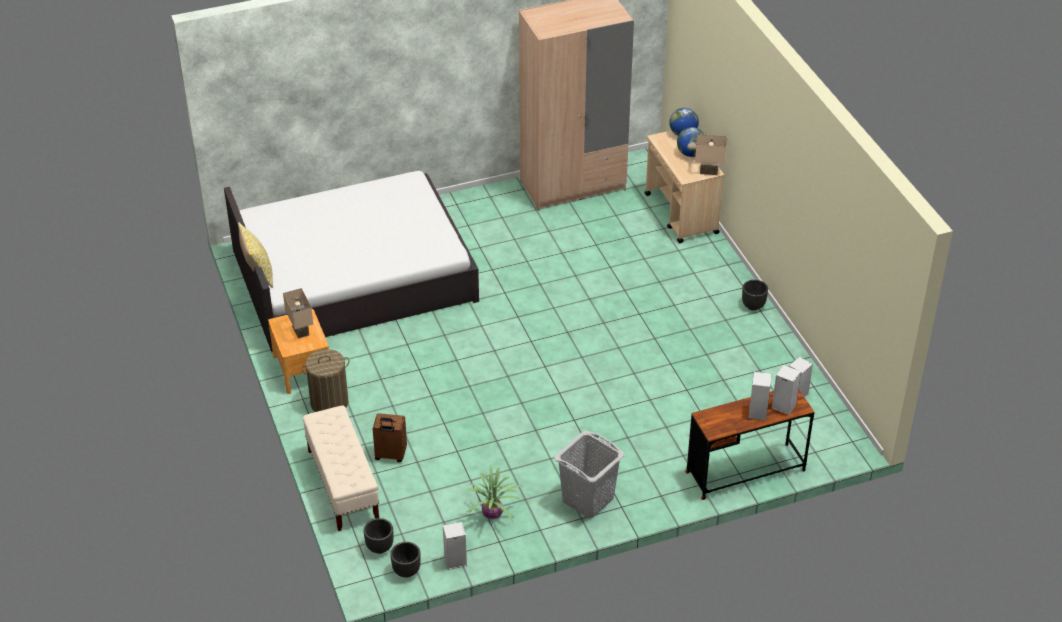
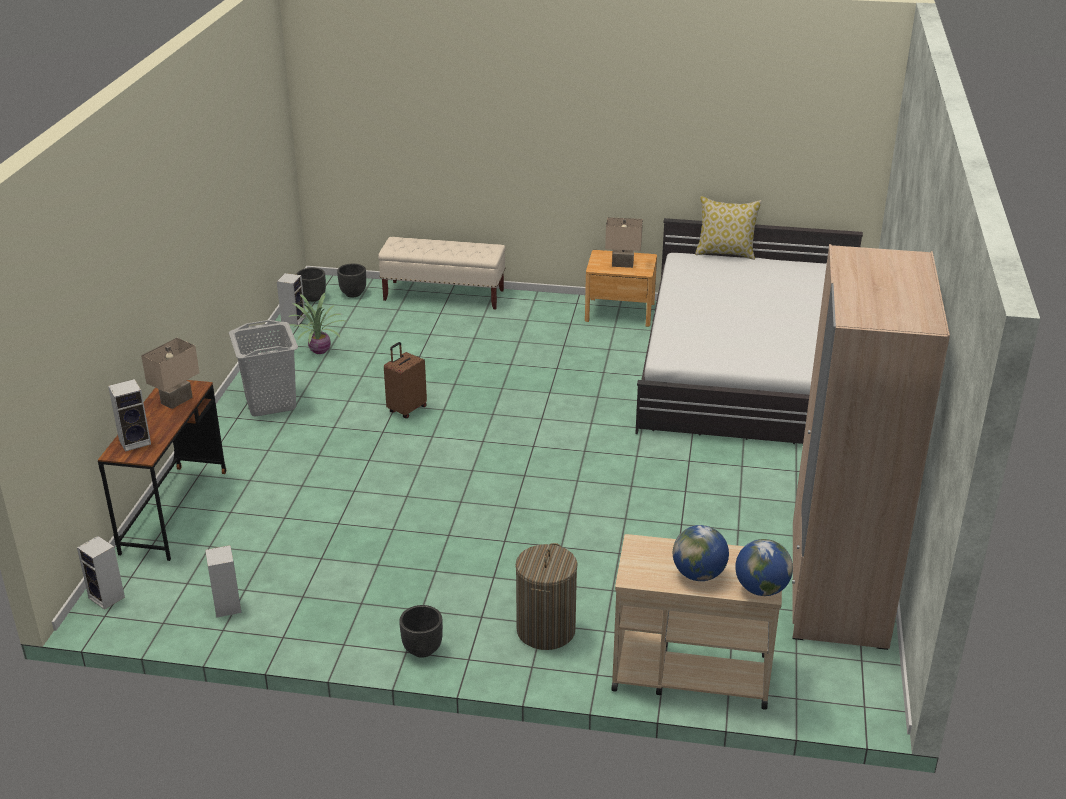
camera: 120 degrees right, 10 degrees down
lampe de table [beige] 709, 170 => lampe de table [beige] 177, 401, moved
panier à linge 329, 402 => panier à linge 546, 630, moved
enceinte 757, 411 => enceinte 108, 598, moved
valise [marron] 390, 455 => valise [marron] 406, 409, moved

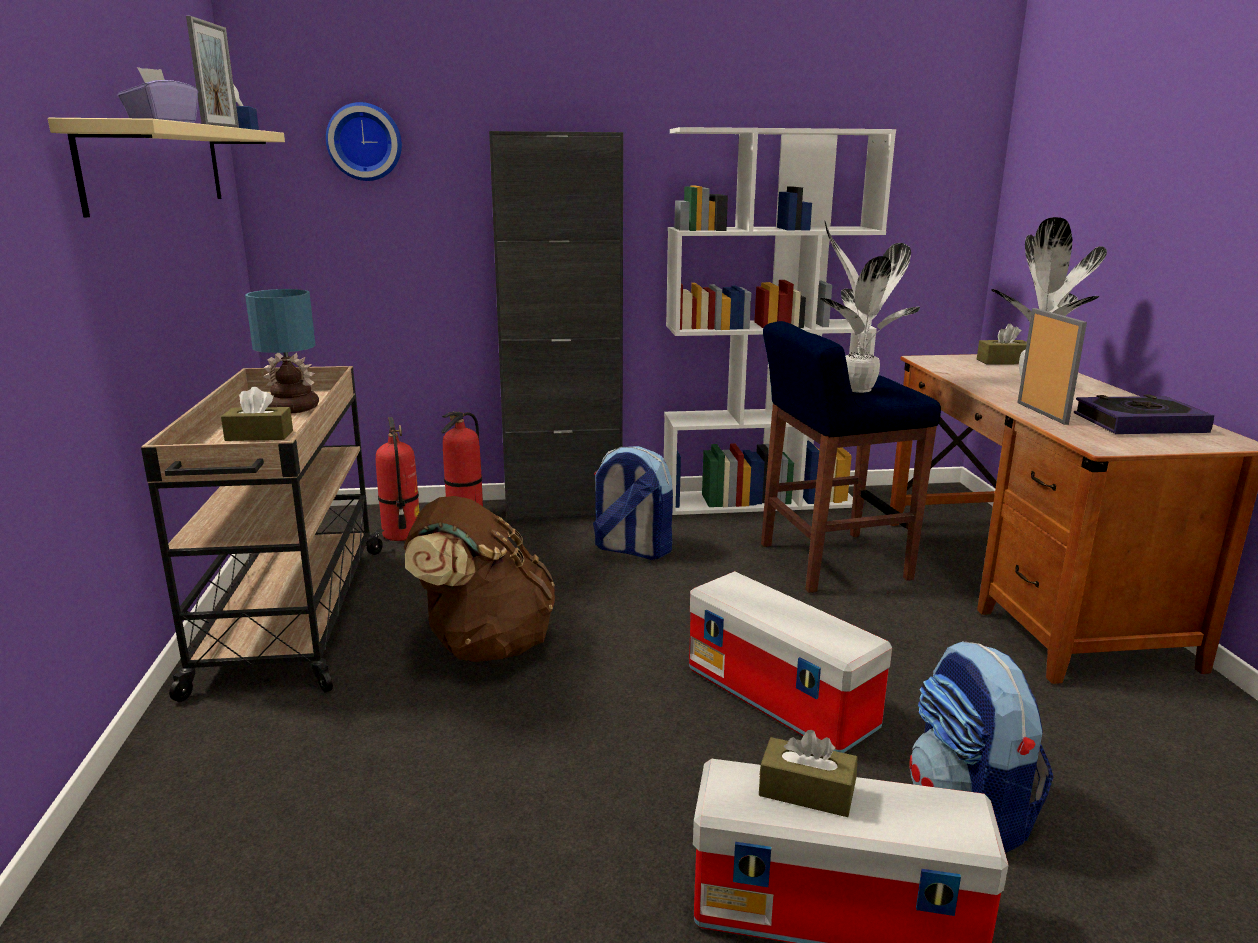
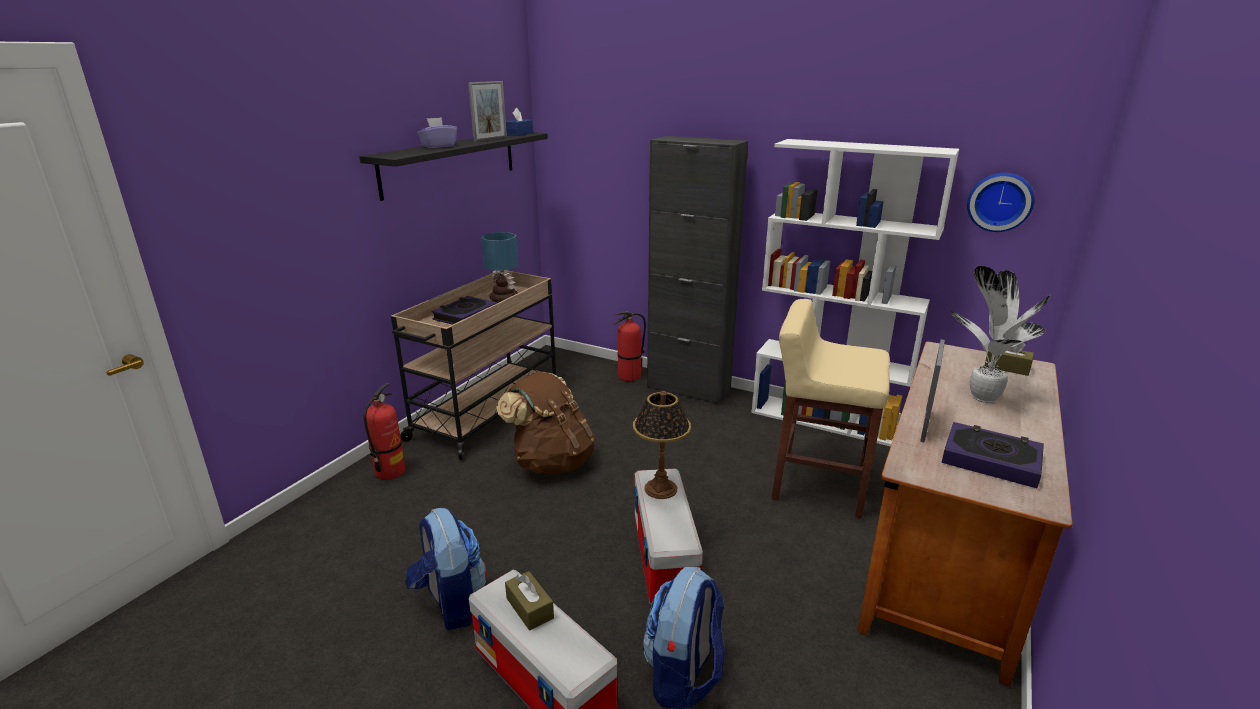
camera: 35 degrees right, 5 degrees up
horloge murale 365, 142 => horloge murale 1000, 201, moved
étagère [beige] 157, 167 => étagère [noir] 451, 163
plante en pot 855, 389 => nothing
tabouret [bleu] 831, 562 => tabouret [beige] 817, 483
boîte à mouchoirs [marron] 259, 435 => livre 465, 315
extincteur 401, 534 => extincteur 390, 471, moved
sac à dos 631, 549 => sac à dos 450, 603, moved
nothing => lampe de table 660, 489

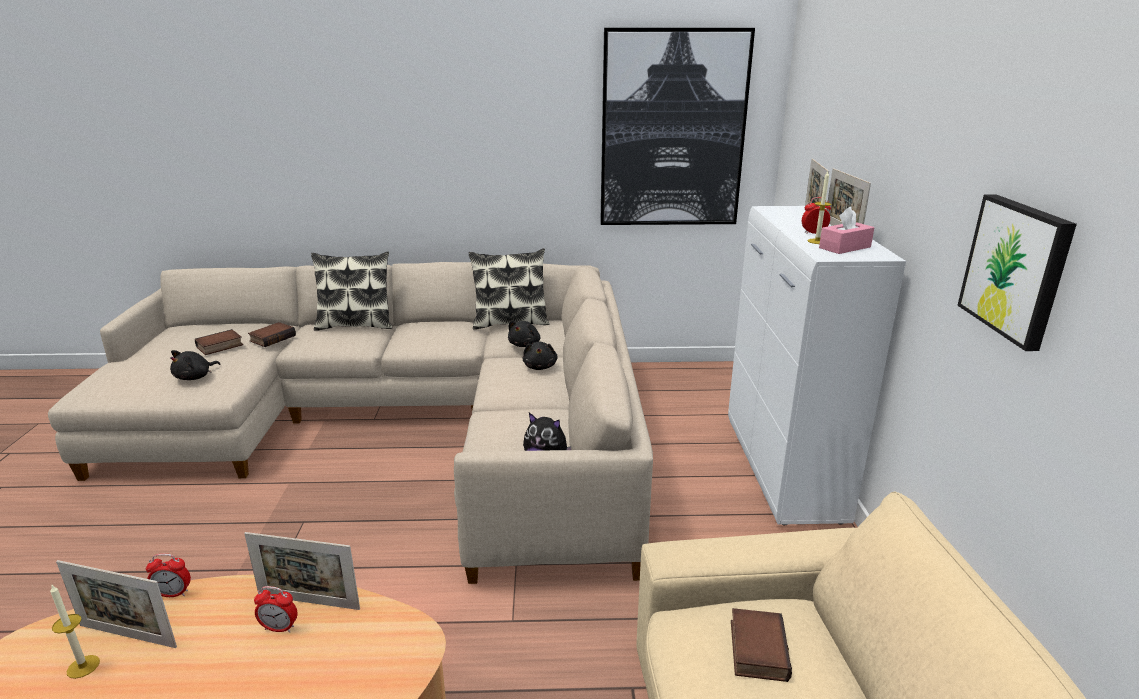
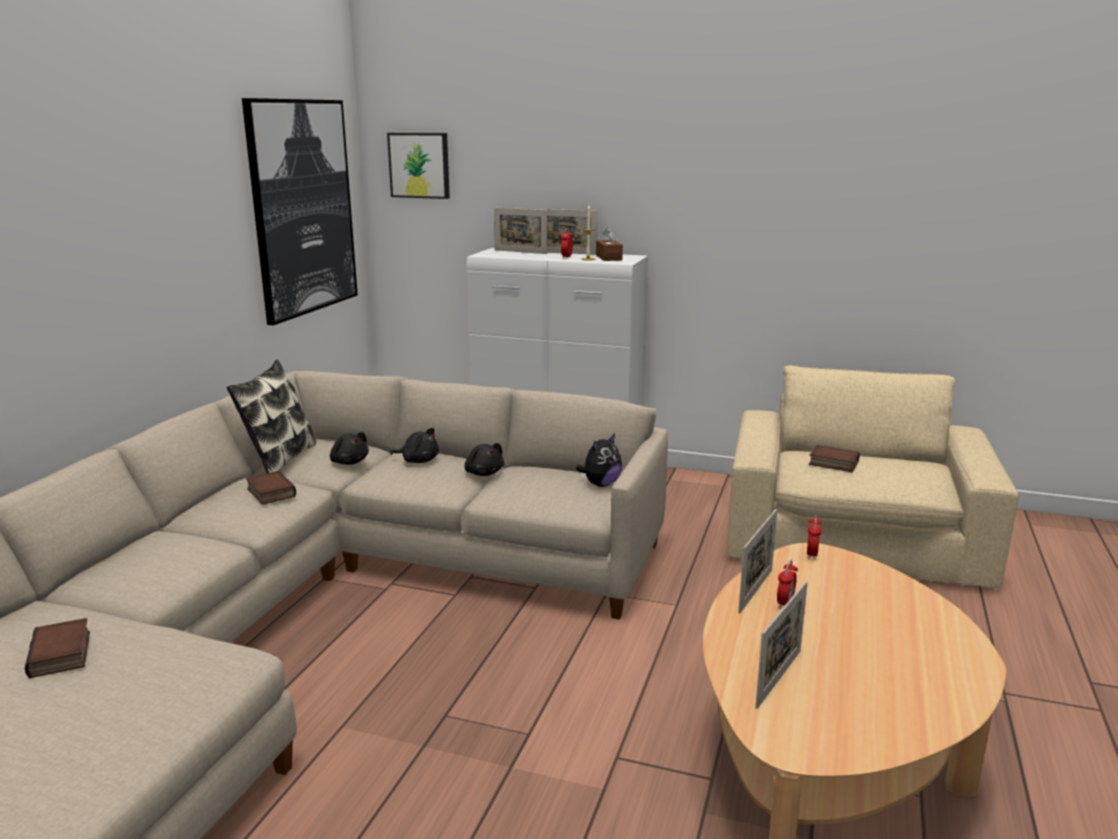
camera: 70 degrees left, 5 degrees down
tableau 1016, 269 => tableau 420, 165, moved
boîte à mouchoirs [rose] 844, 247 => boîte à mouchoirs [marron] 608, 258
coussin 356, 325 => nothing
livre 272, 338 => livre 269, 493, moved
peluche [noir] 195, 377 => peluche [noir] 483, 473, moved
réveil 173, 594 => réveil 811, 554, moved
bougie 83, 666 => nothing

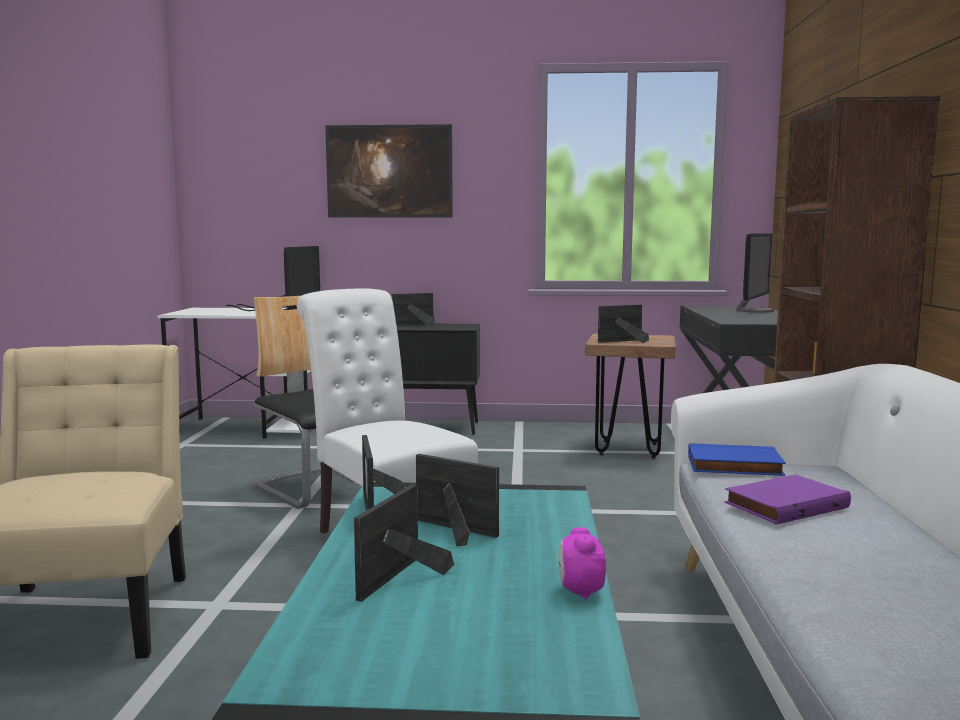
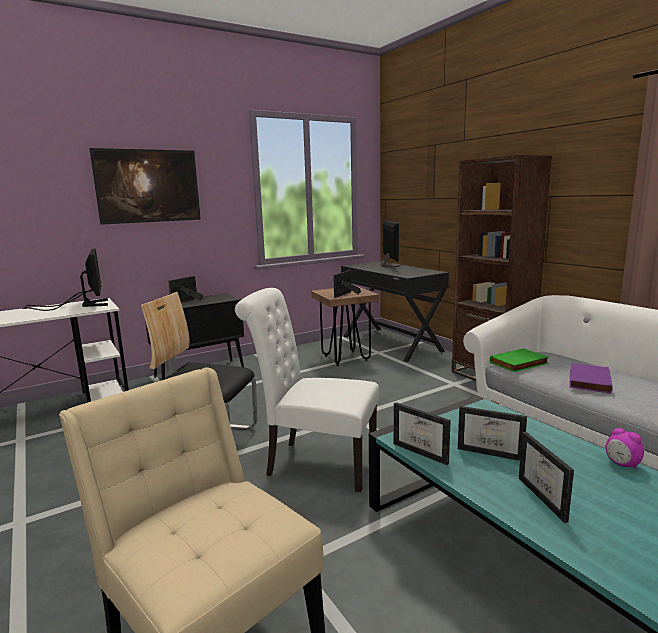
camera: 35 degrees left, 5 degrees up
livre [bleu] 734, 466 => livre [vert] 519, 363
cadre photo 449, 531 => cadre photo 491, 451, 150 degrees counterclockwise

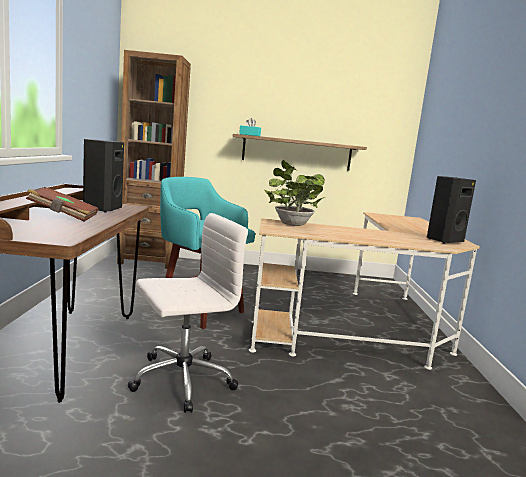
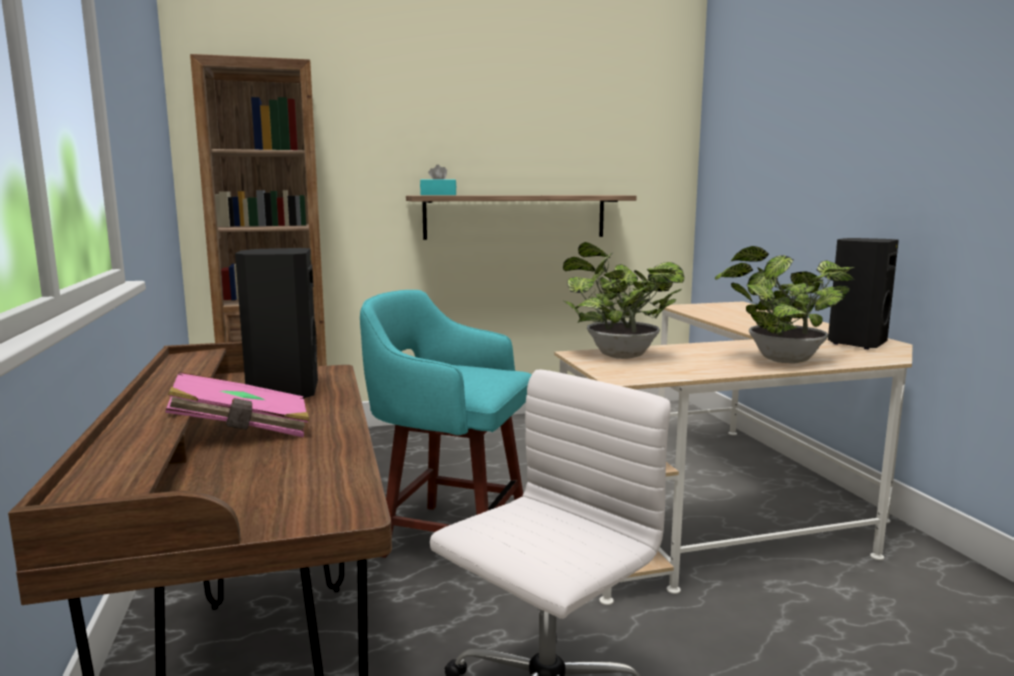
camera: 15 degrees left, 0 degrees up
livre [marron] 63, 216 => livre [rose] 242, 431
nothing => plante en pot 779, 360

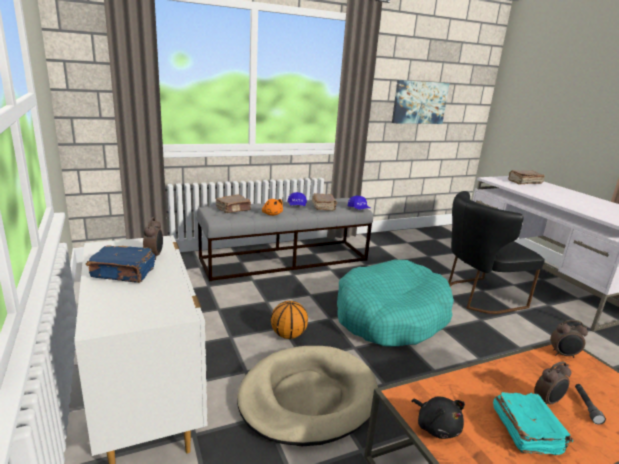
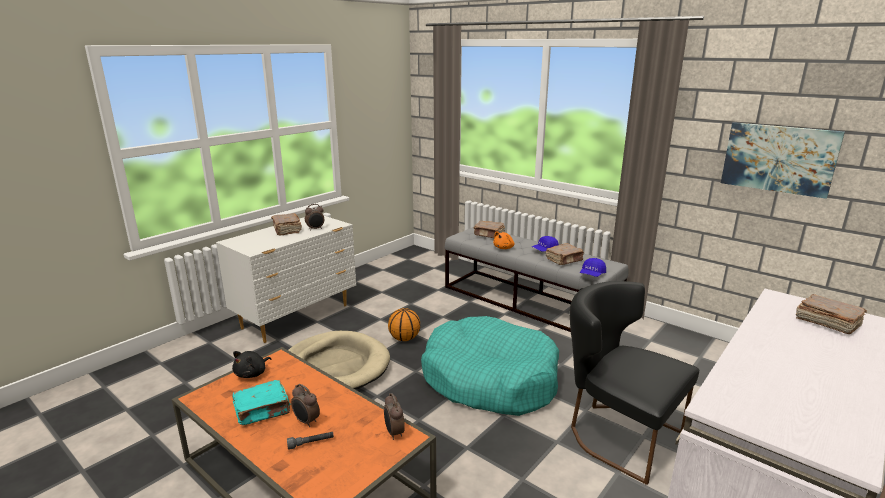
camera: 65 degrees right, 0 degrees up
livre [bleu] 124, 273 => livre [marron] 287, 230

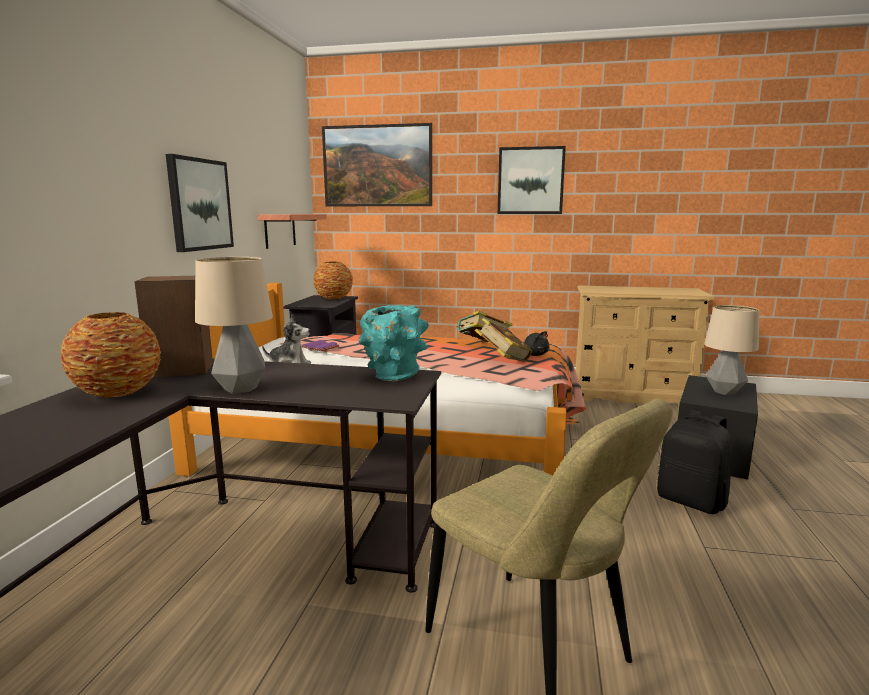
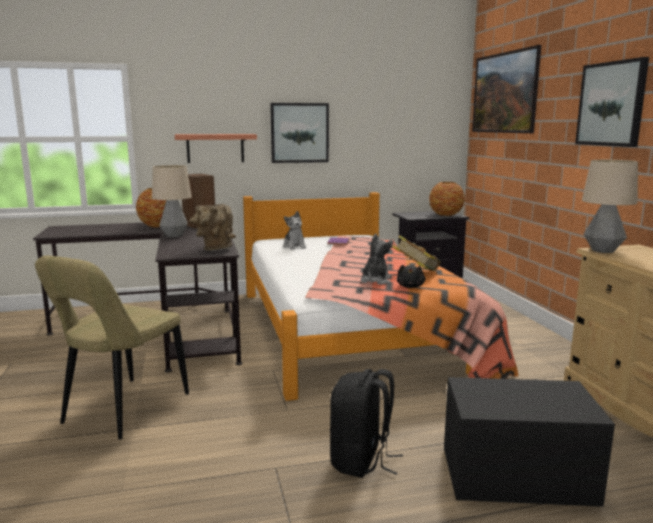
camera: 65 degrees right, 0 degrees up
étagère 280, 230 => étagère 215, 148, moved
vase [turquoise] 394, 377 => vase [marron] 214, 250
lampe de table 724, 392 => lampe de table 602, 250, moved
livre 502, 360 => peluche 375, 281

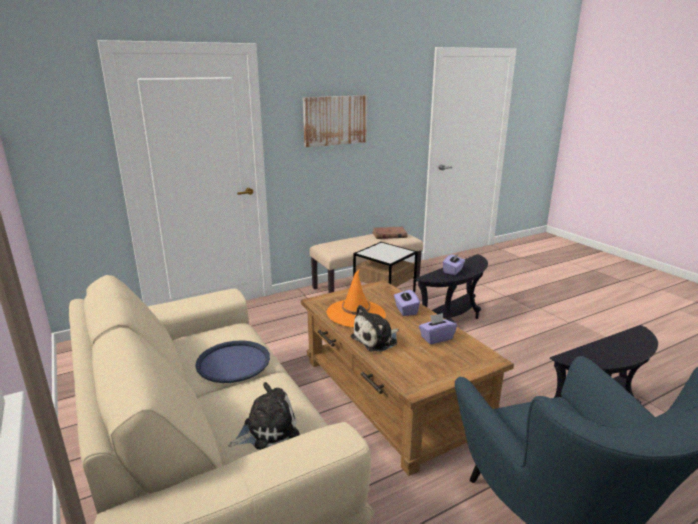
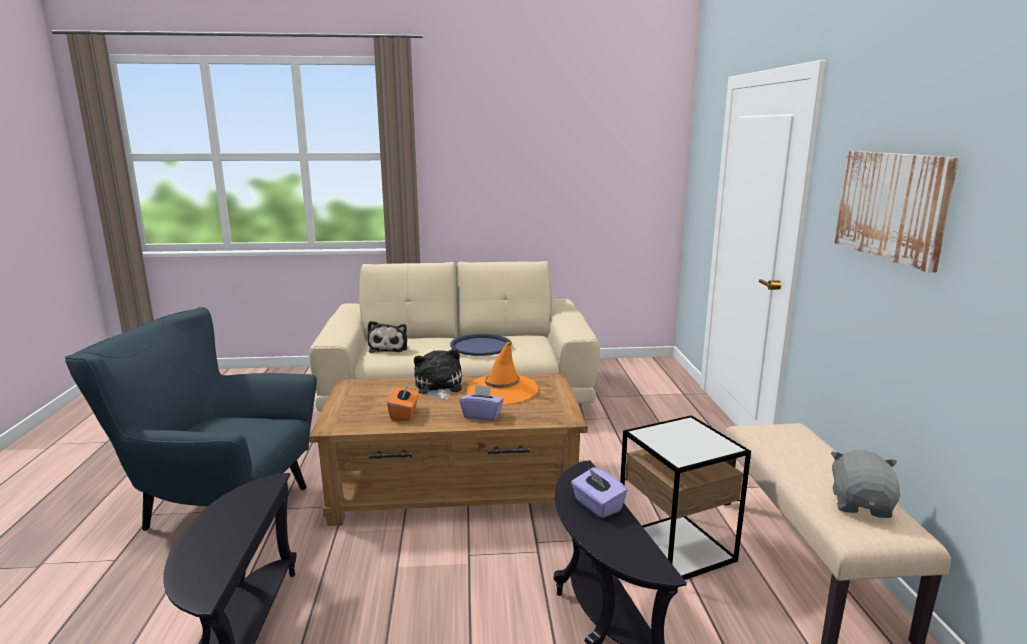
camera: 115 degrees right, 5 degrees down
livre [marron] 389, 235 => peluche [gris] 861, 505
boîte à mouchoirs [violet] 436, 338 => boîte à mouchoirs [orange] 404, 414

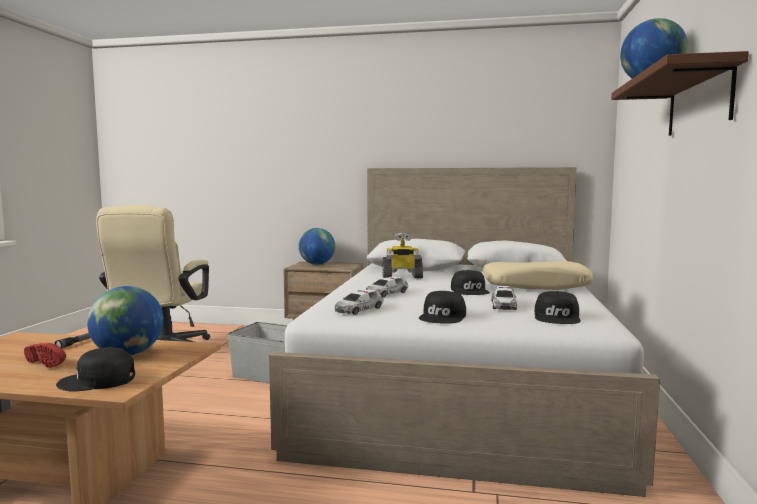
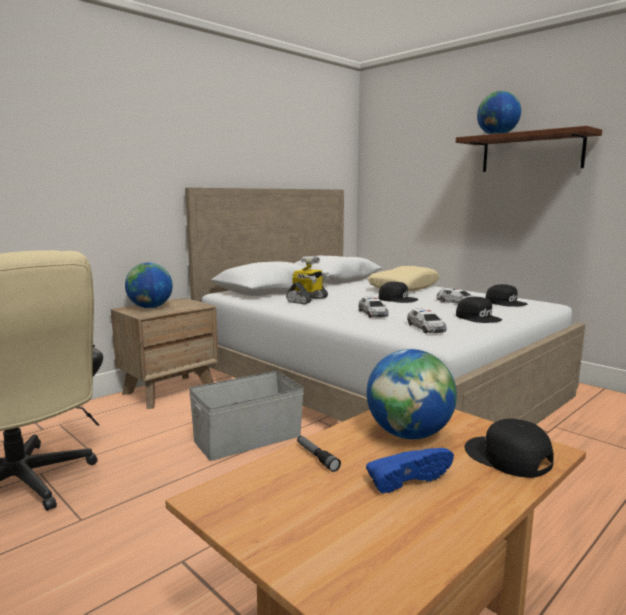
camera: 55 degrees left, 5 degrees up
chaussure [rouge] 51, 363 => chaussure [bleu] 407, 478
casquette [noir] 98, 381 => casquette [noir] 507, 457, 120 degrees clockwise

